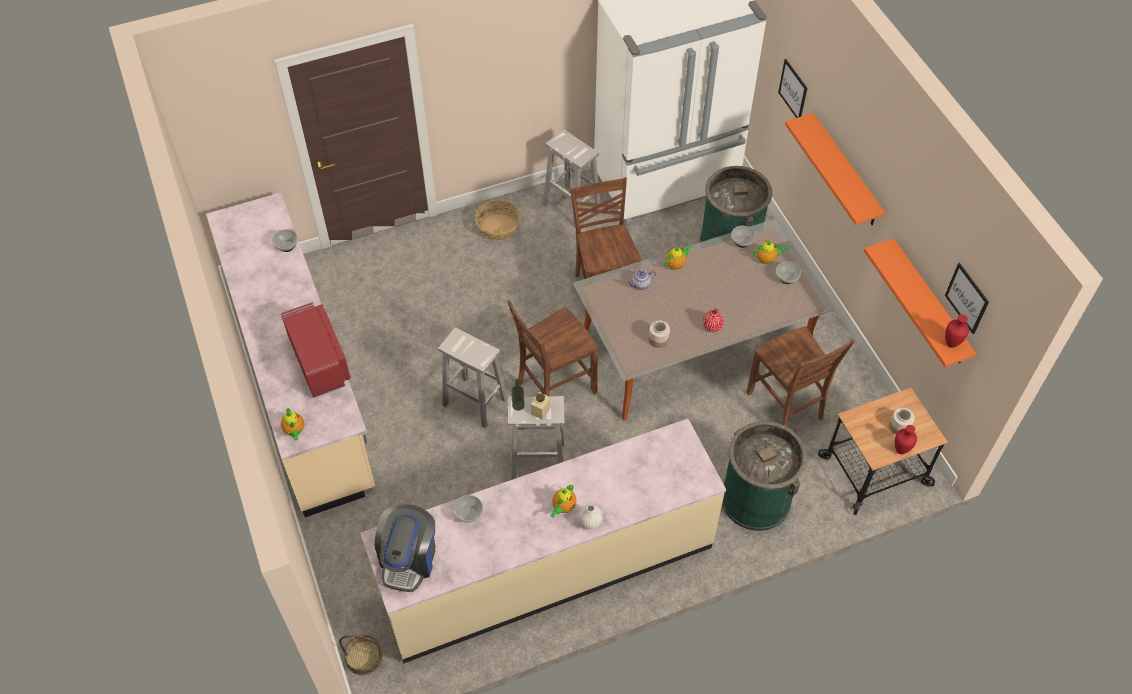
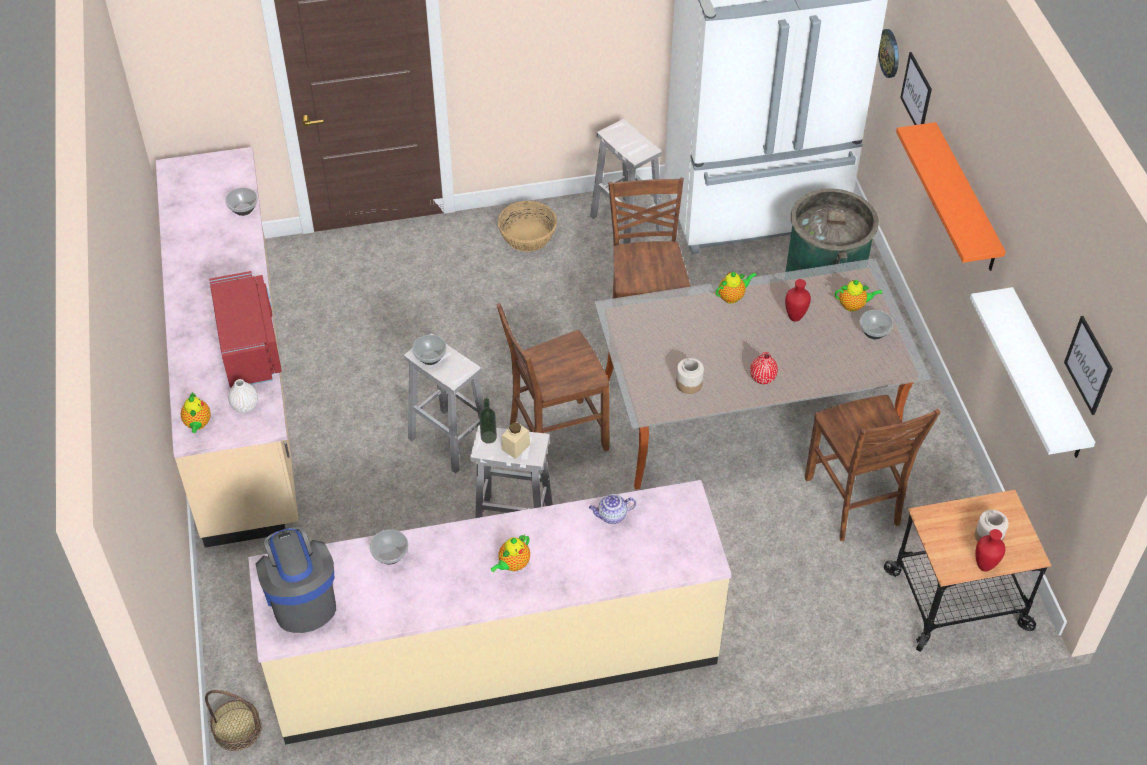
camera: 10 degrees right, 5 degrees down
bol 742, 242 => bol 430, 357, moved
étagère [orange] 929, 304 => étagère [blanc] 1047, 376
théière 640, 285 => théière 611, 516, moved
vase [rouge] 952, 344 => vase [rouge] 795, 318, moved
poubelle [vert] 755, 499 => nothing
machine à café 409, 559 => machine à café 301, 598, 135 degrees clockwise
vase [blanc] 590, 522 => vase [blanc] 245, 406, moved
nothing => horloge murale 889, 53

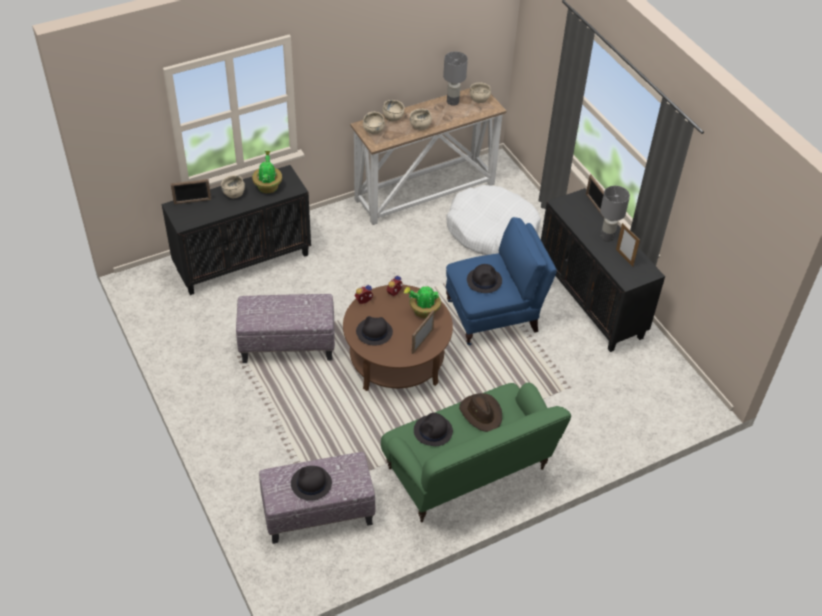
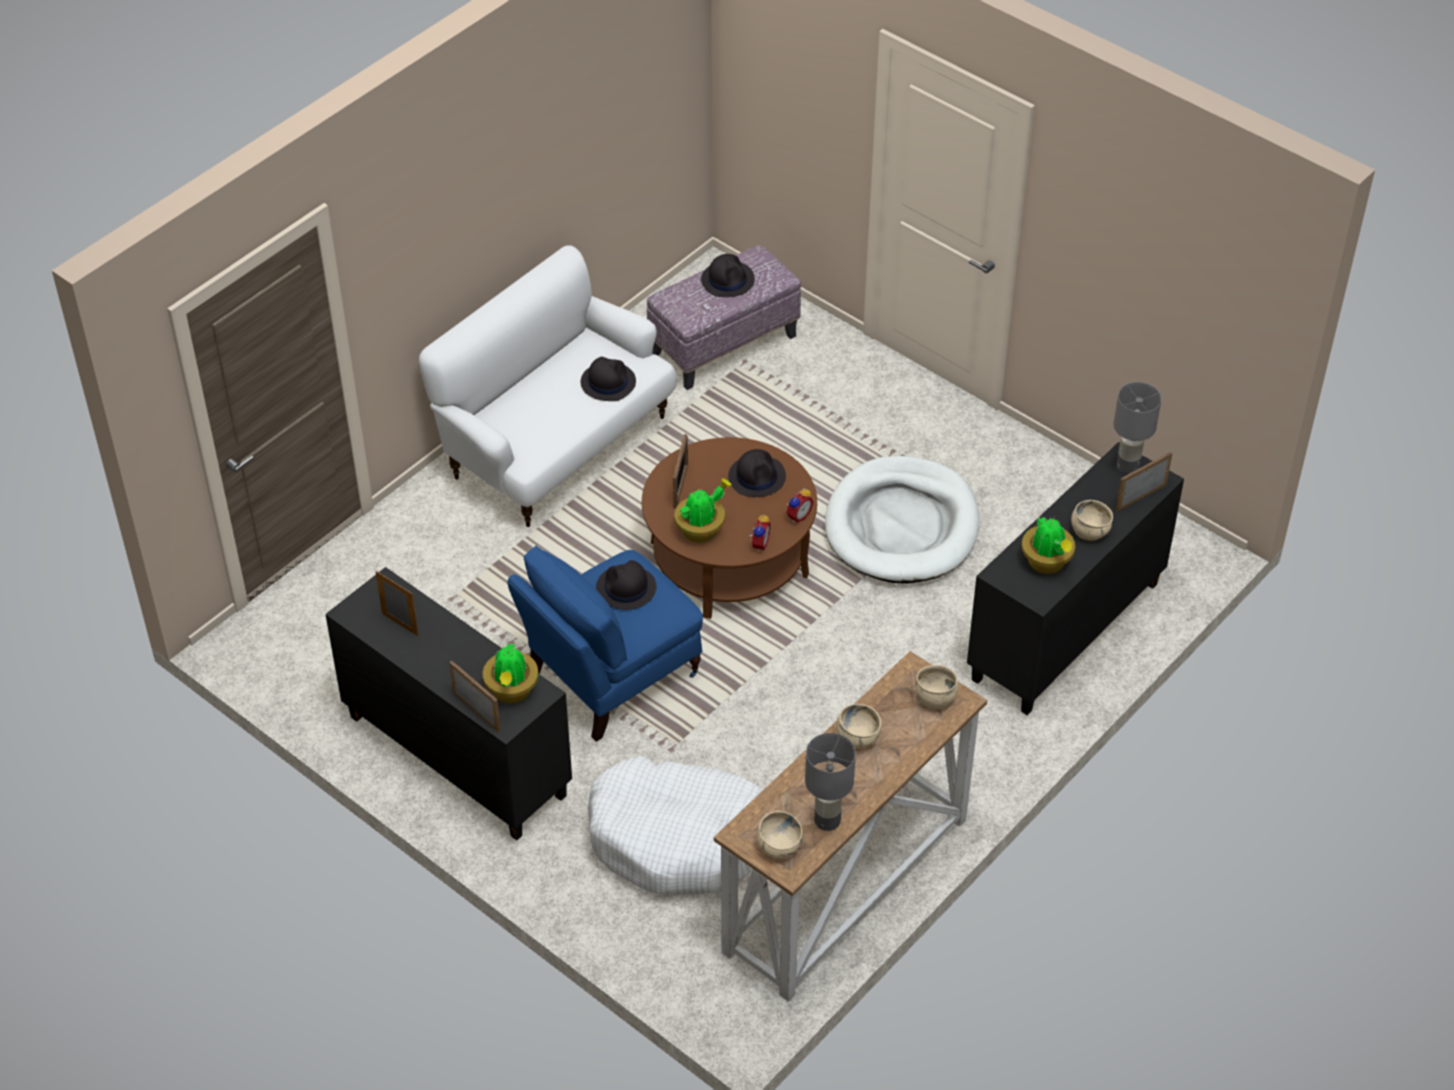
camera: 160 degrees right, 0 degrees up
bol [beige] 393, 117 => nothing
lampe de table [gris] 607, 237 => lampe de table [gris] 1127, 467, moved
pouf 287, 345 => panier pour chien [blanc] 901, 526
canapé [vert] 468, 471 => canapé [blanc] 556, 445
chapeau [marron] 481, 413 => nothing
nothing => plante en pot 511, 691

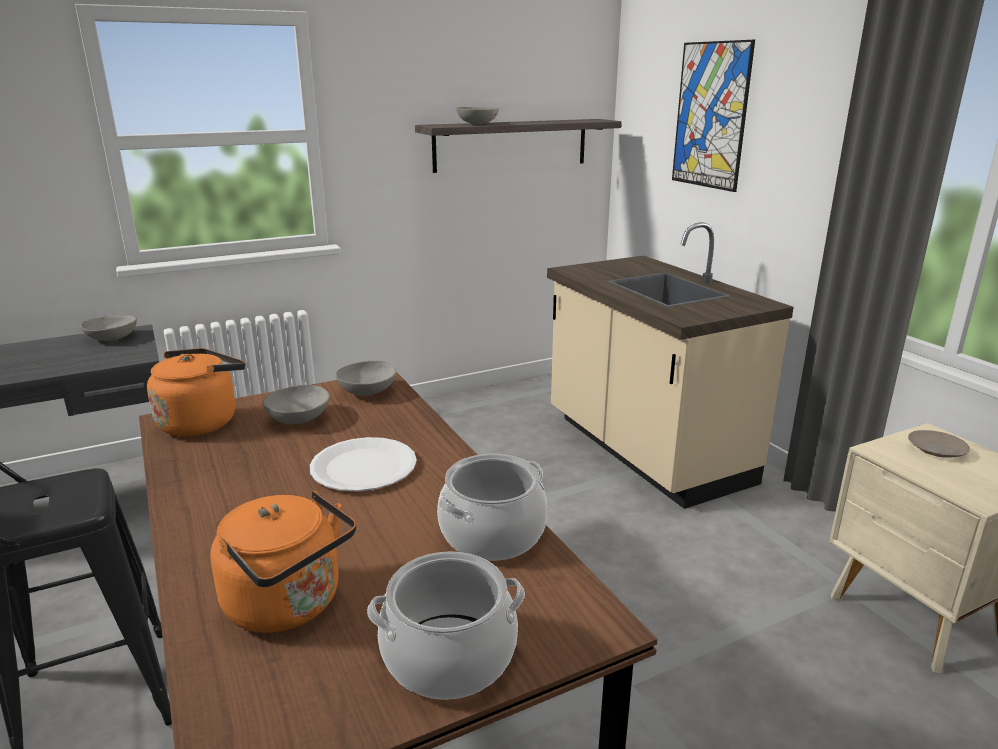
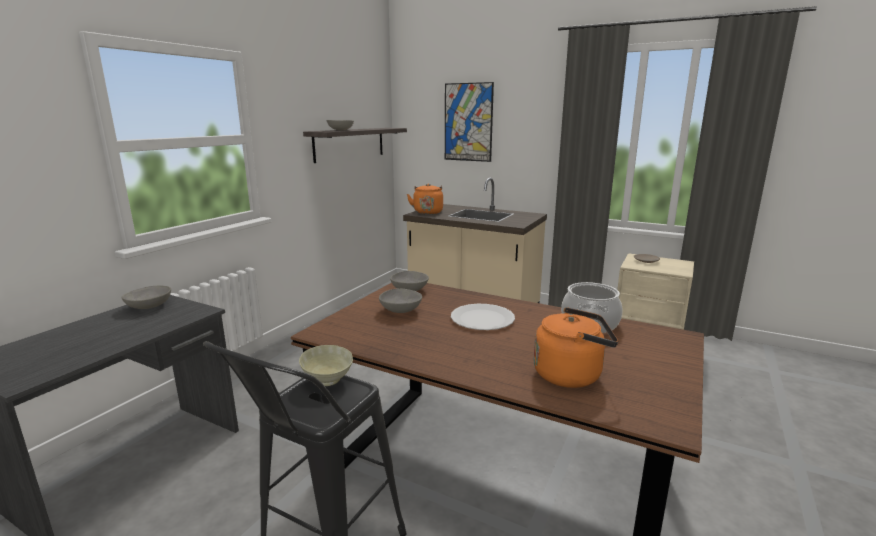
camera: 35 degrees left, 5 degrees down
bouilloire [orange] 201, 421 => bouilloire [orange] 427, 212, moved
marmite 449, 655 => nothing
nothing => bol [beige] 327, 380

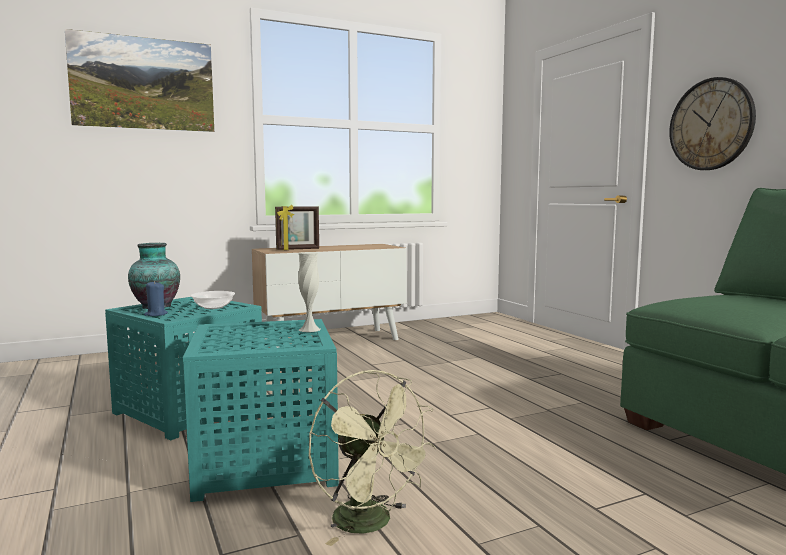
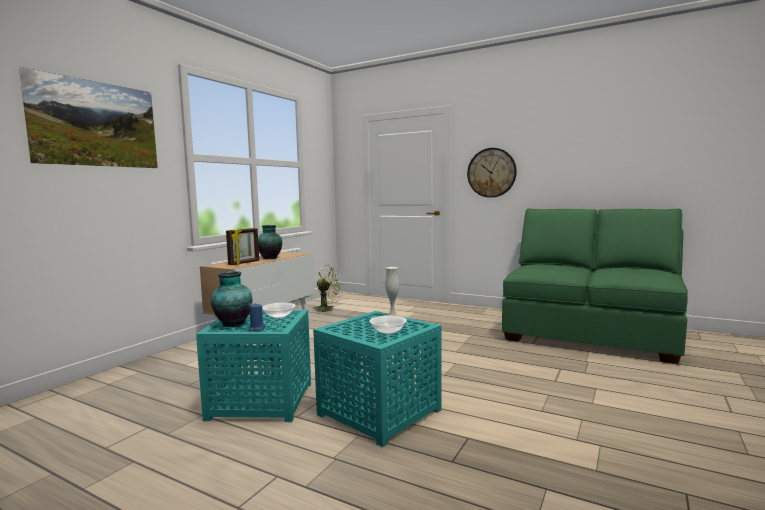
camera: 35 degrees left, 0 degrees up
ventilateur [vert] 371, 524 => ventilateur [vert] 328, 310, moved
nothing => vase 270, 258
nothing => bol 388, 331

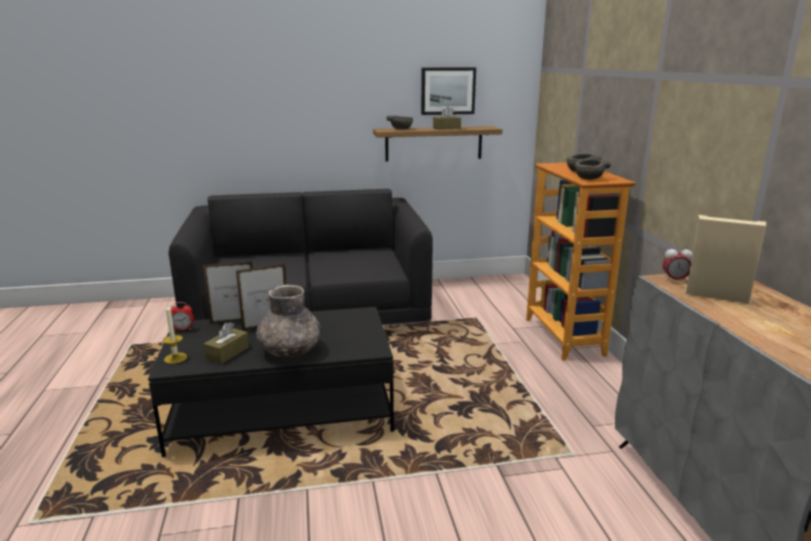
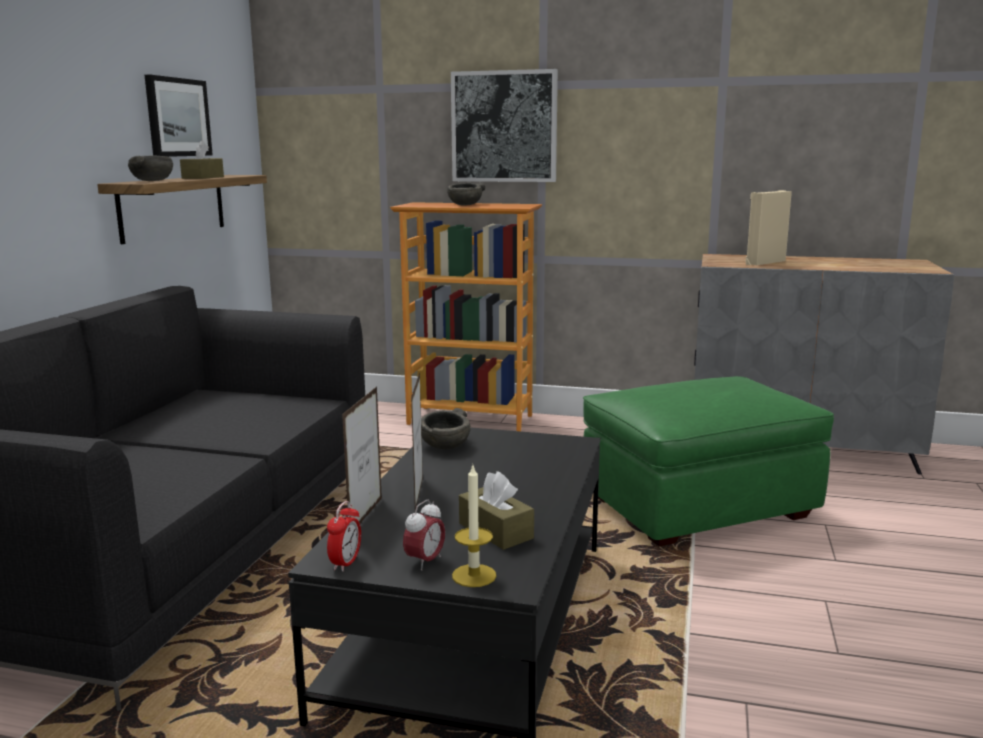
camera: 65 degrees left, 5 degrees down
bol [gris] 588, 178 => bol [gris] 446, 446, moved
réveil 674, 280 => réveil 425, 562, moved
vase [gris] 290, 350 => nothing
nothing => tableau 504, 127
nothing => pouf [vert] 697, 507

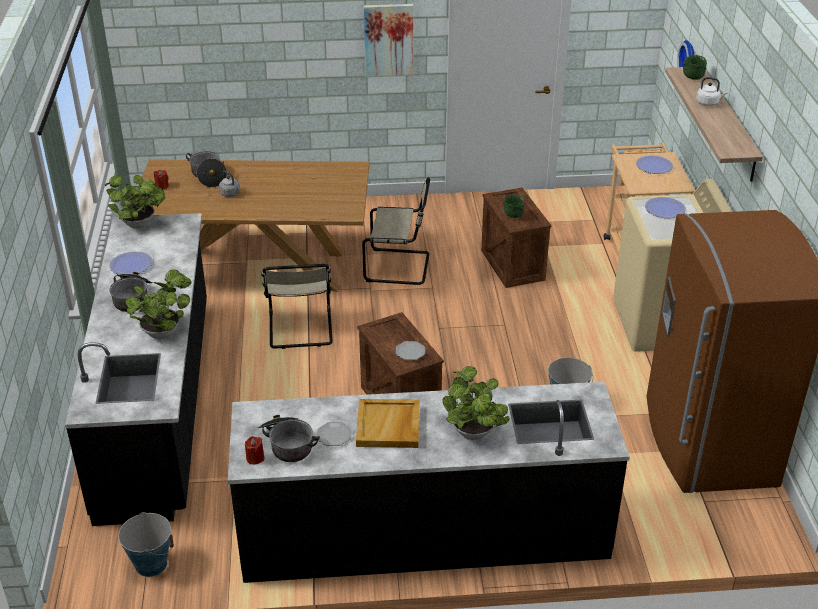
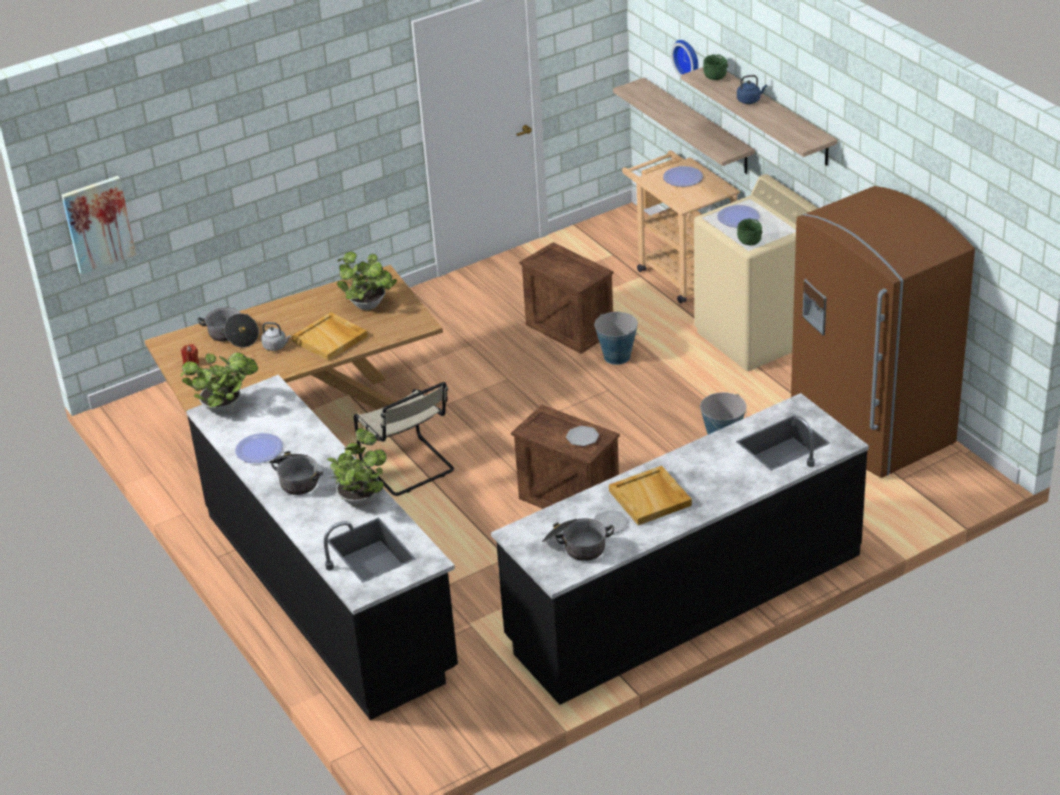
camera: 25 degrees left, 0 degrees up
tableau 388, 39 => tableau 98, 224, moved
bouilloire [blanc] 708, 103 => bouilloire [bleu] 750, 100
chaise [beige] 400, 267 => nothing
bol [vert] 513, 215 => bol [vert] 749, 242, moved
plante en pot 474, 434 => plante en pot 370, 306, moved
bougie [rouge] 255, 458 => nothing
seau 151, 564 => seau 617, 356, moved
nothing => étagère 697, 126
nothing => plateau [beige] 330, 339

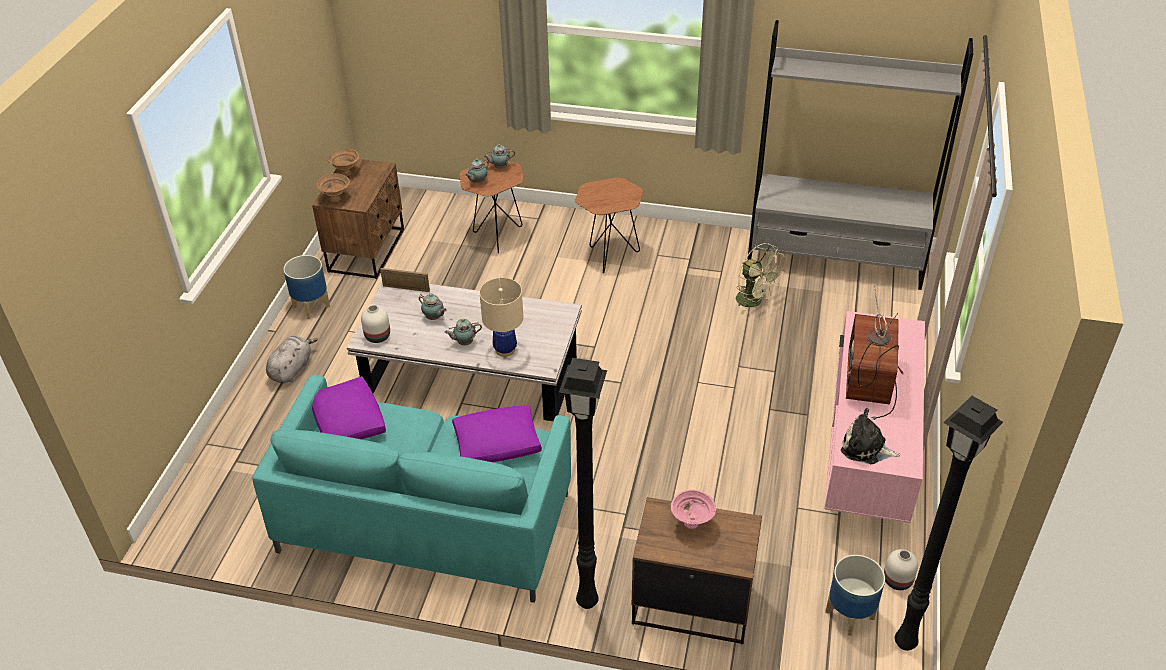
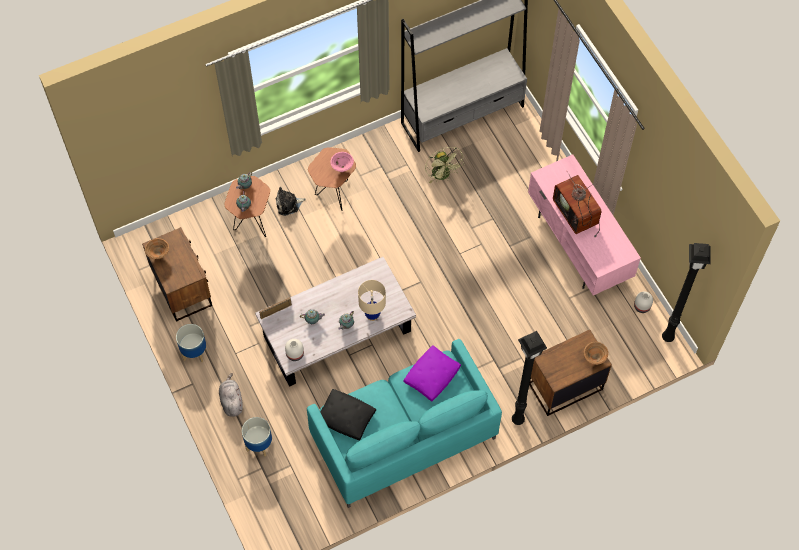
camera: 40 degrees left, 20 degrees up
bol [marron] 336, 199 => bol [marron] 594, 358, moved
ventilateur [vert] 754, 301 => ventilateur [vert] 443, 175, 60 degrees clockwise
coussin [violet] 349, 422 => coussin [noir] 346, 417
peluche 866, 448 => peluche 288, 204, moved
bol [rose] 692, 523 => bol [rose] 342, 168, moved
cache-pot 849, 614 => cache-pot 258, 444, moved

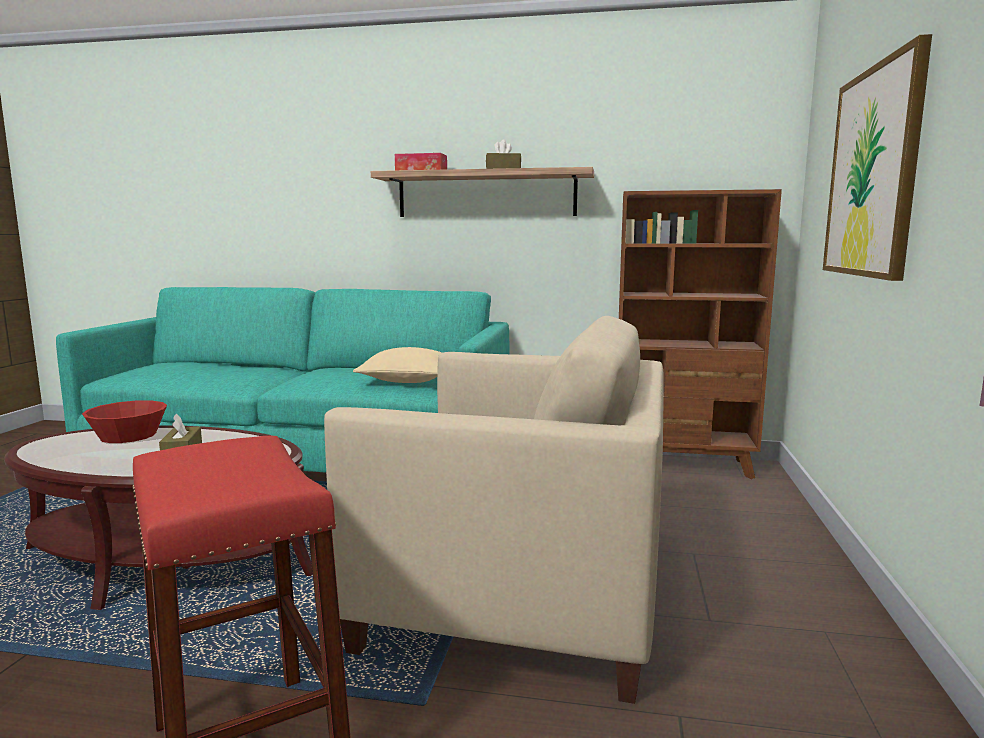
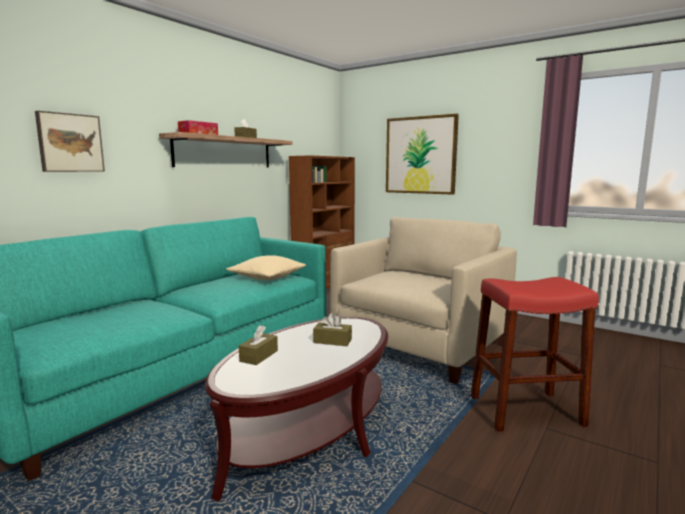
camera: 65 degrees left, 0 degrees up
bol [rouge] 128, 435 => boîte à mouchoirs [marron] 259, 356
nothing => tableau 70, 143

